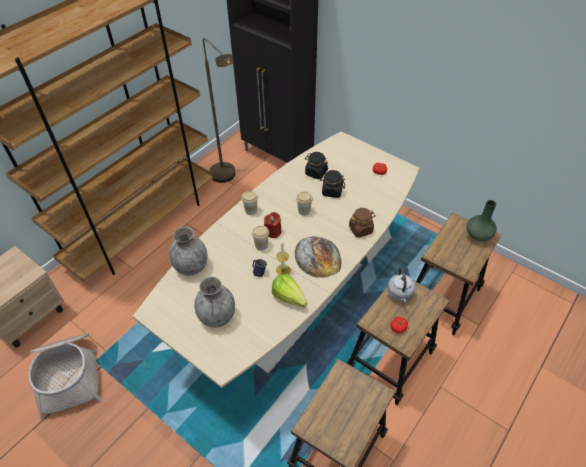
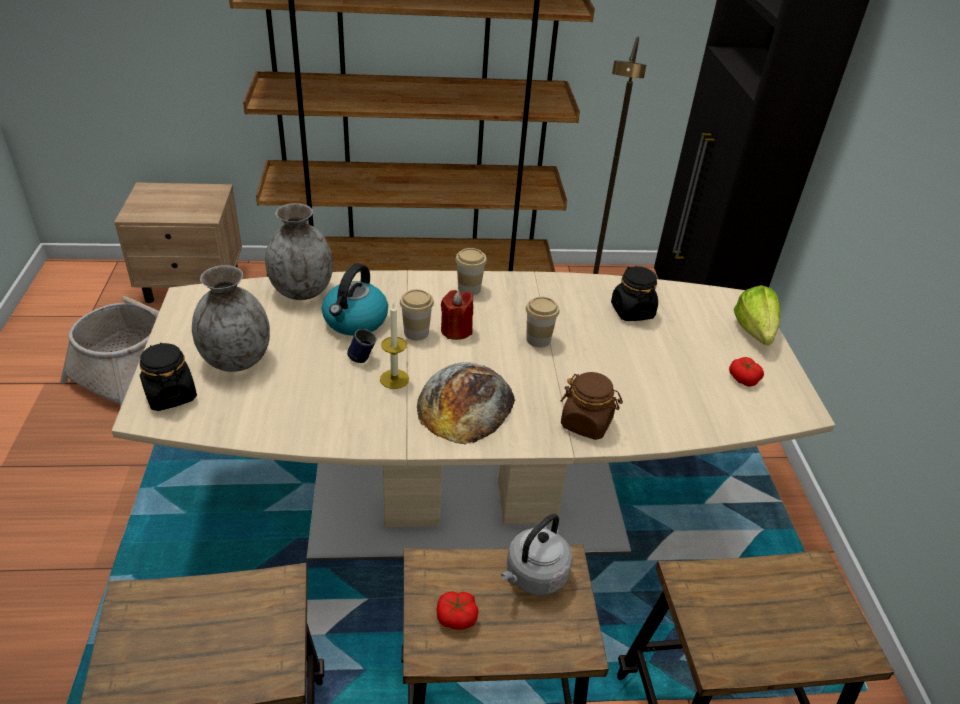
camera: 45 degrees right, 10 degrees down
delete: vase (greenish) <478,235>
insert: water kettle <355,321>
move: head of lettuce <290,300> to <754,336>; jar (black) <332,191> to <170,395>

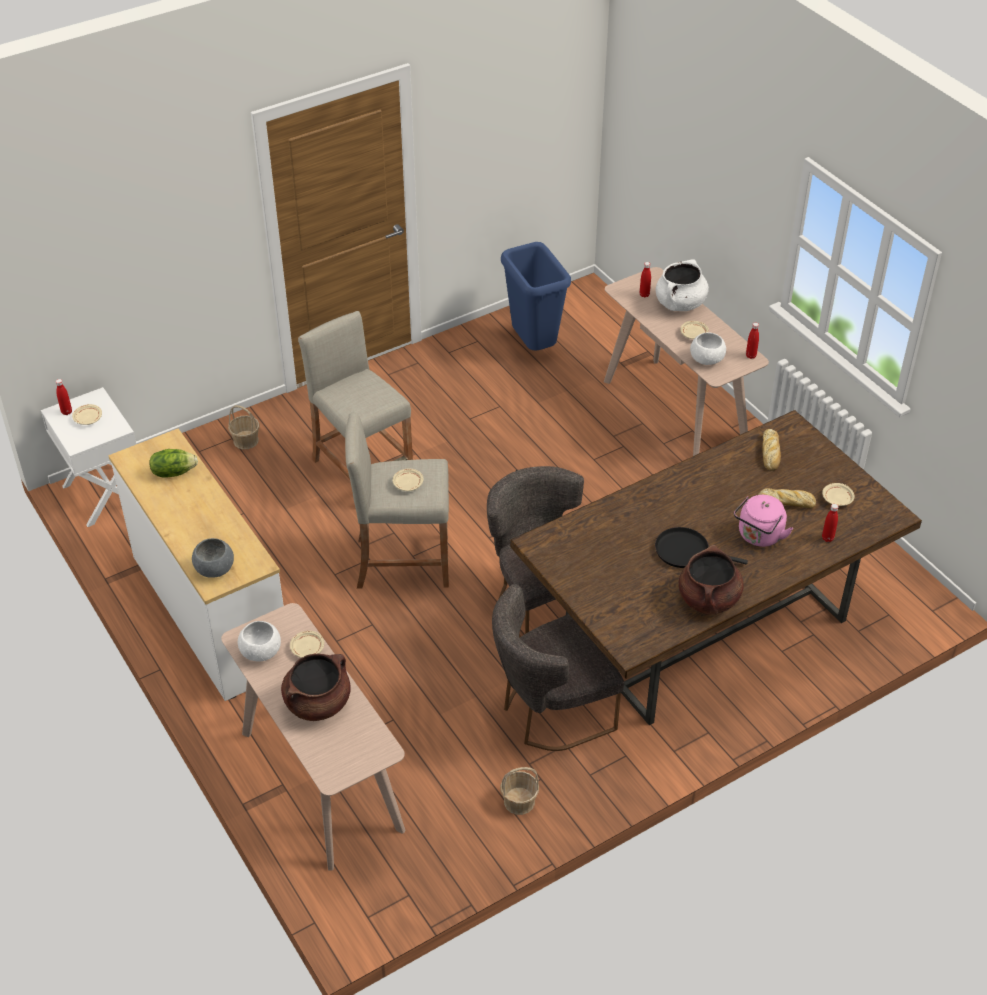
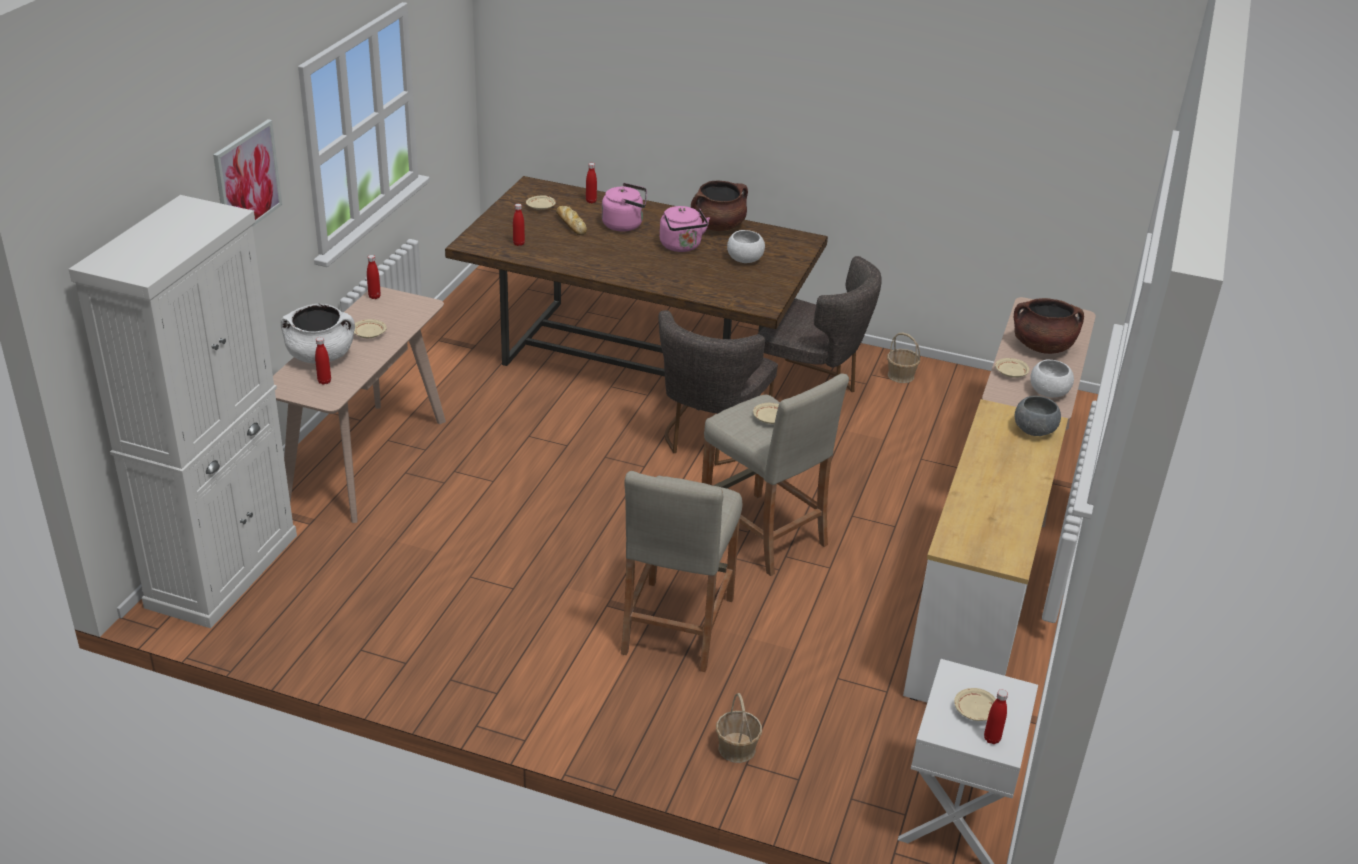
camera: 130 degrees left, 10 degrees down
delete: head of lettuce <173,472>; trash can (bluish) <535,347>
insert: storage cabinet (white) <223,570>; picture <247,180>
move: bowl (white) <707,359> to <744,259>
replace: skillet (black) <685,551> to water kettle (pinkish) <682,246>; bread <770,453> to beverage bottle (reddish) <519,244>

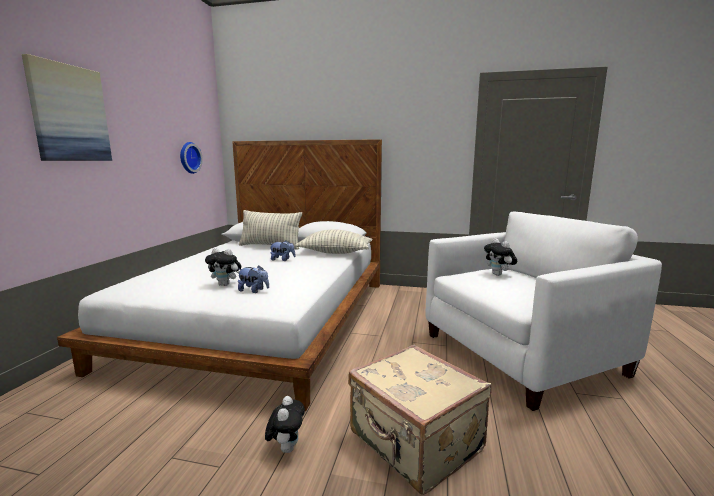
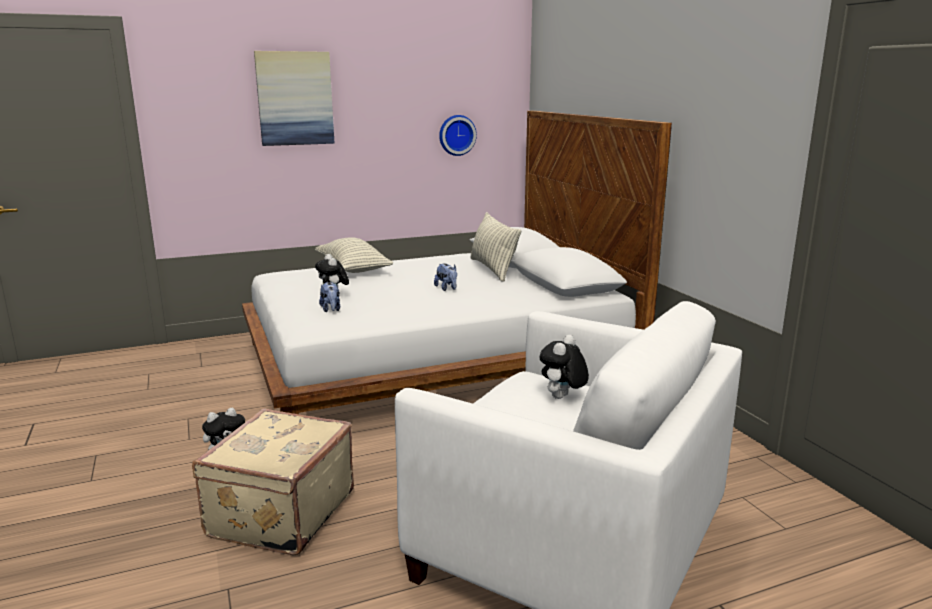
camera: 55 degrees right, 5 degrees up
move: cushion <335,252> to <353,269>

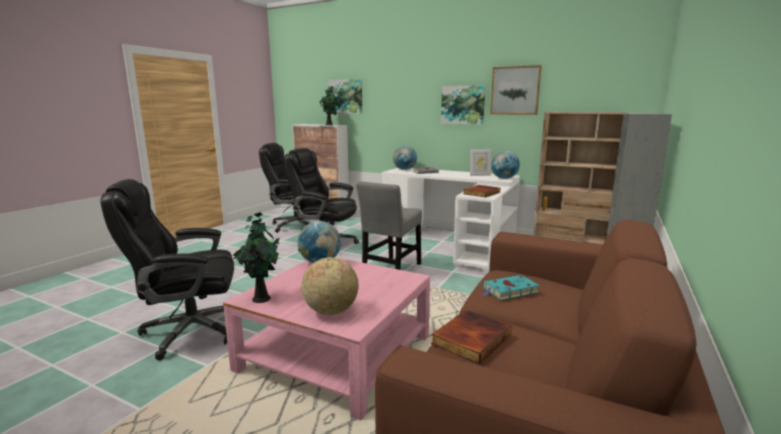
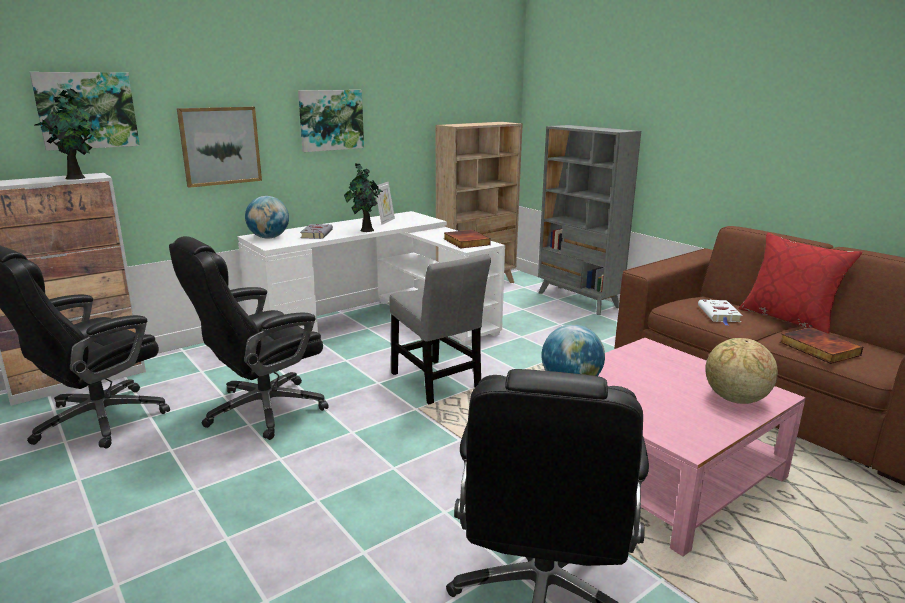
camera: 65 degrees left, 5 degrees up
delete: world globe <504,178>
insert: cushion (reddish) <788,319>
move: plant in a pot <261,298> to <365,230>; picture <515,90> to <220,146>
recolor: volume (blue-green) <509,291> to volume (white) <719,314>

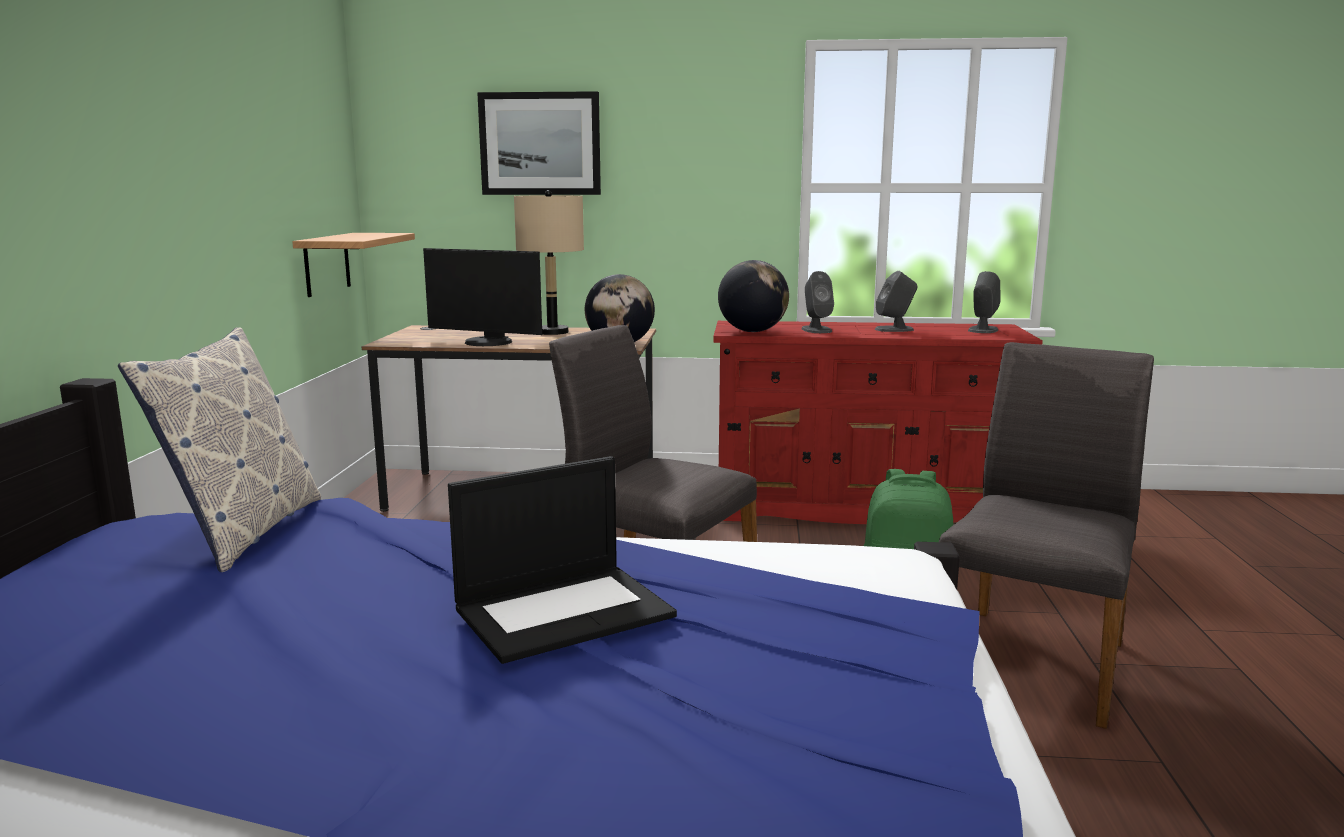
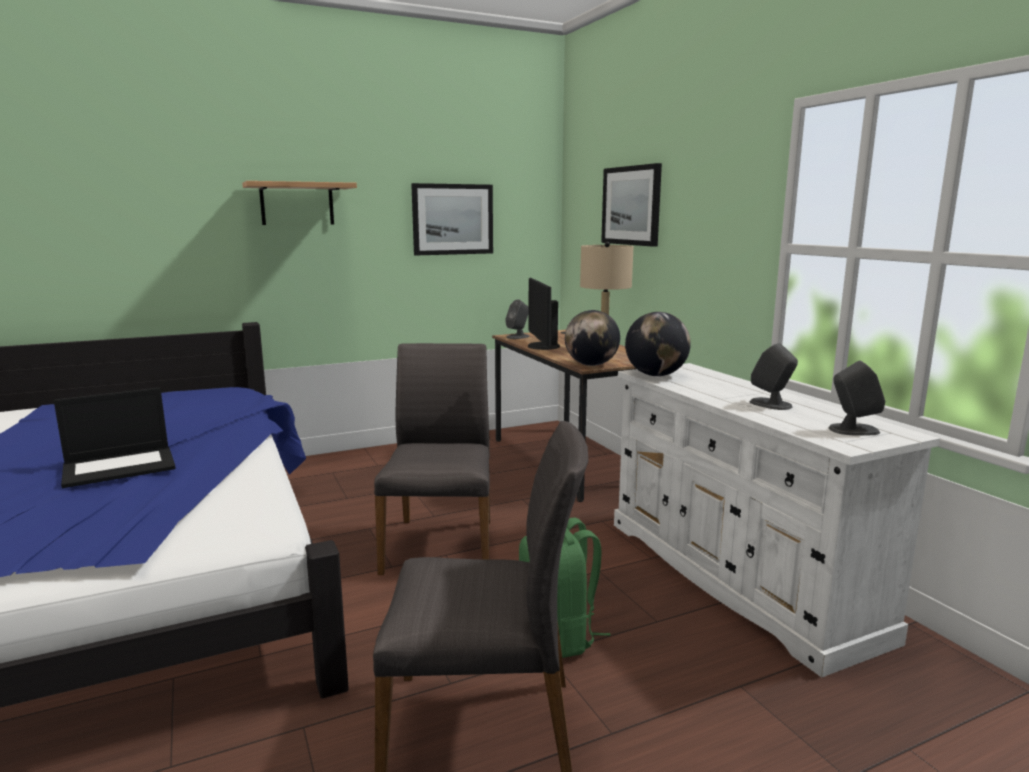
camera: 60 degrees right, 0 degrees up
delete: cushion <244,532>
insert: picture <452,219>
move: bracket shelf <327,264> to <297,204>; loudspeaker (gray) <816,330> to <518,337>
recolor: drawer chest (reddish) <862,508> to drawer chest (white) <737,576>
rotate: laptop <565,611> = <121,466> 60 degrees counterclockwise

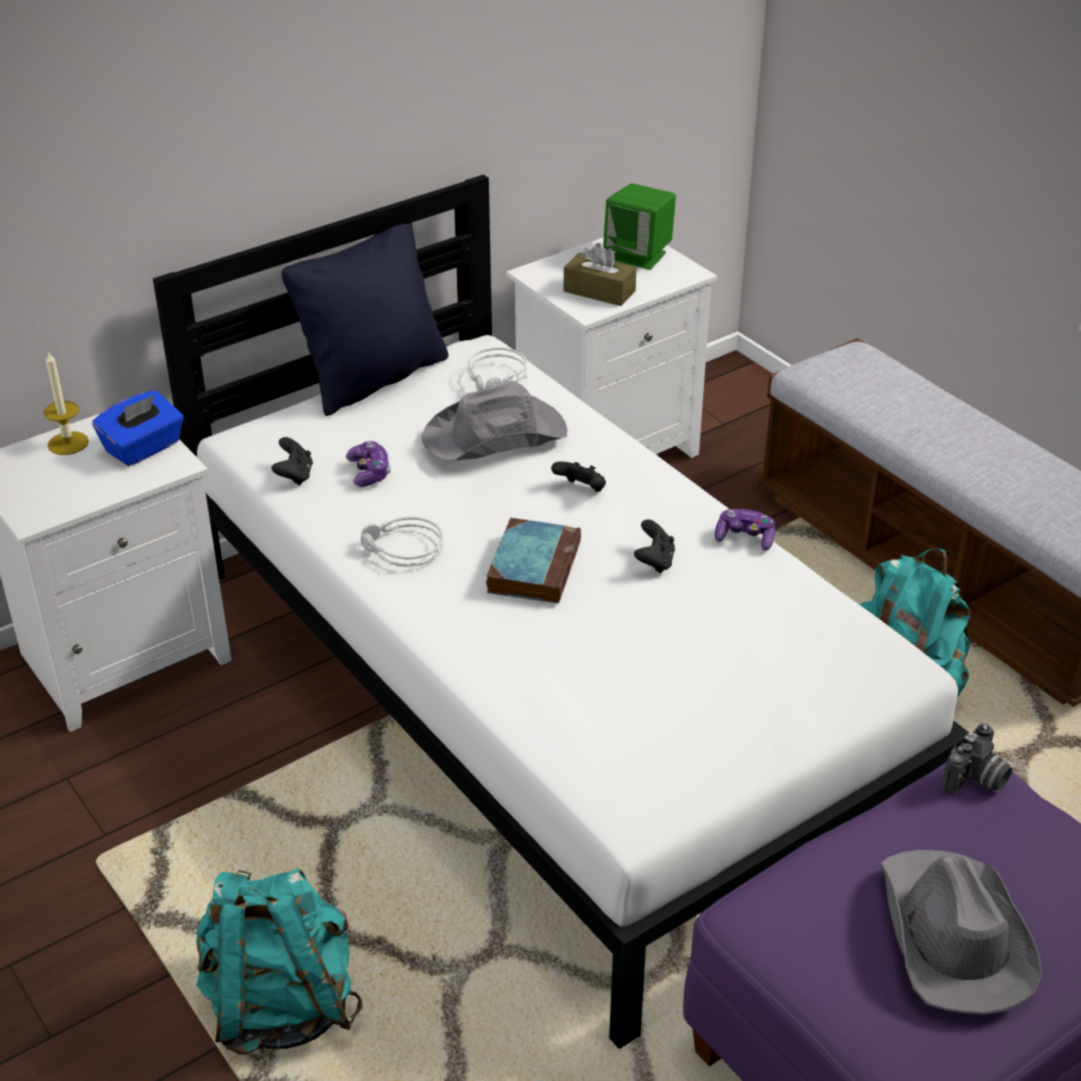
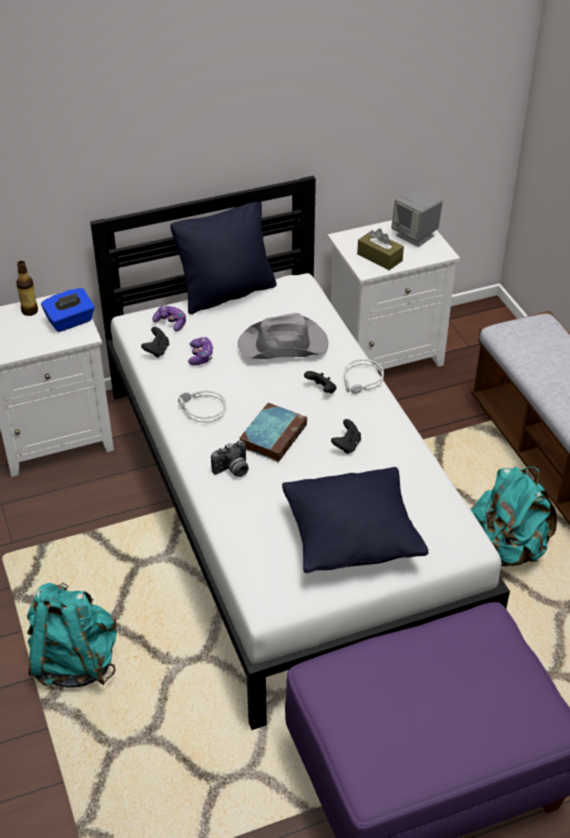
camera: 15 degrees right, 5 degrees up
delete: hat (gray) <952,934>
insert: cushion (black) <351,541>
move: headphones (gray) <497,377> to <362,381>; joypad <745,538> to <171,323>; photo camera <976,781> to <232,470>
replace: wax candle <68,443> to beverage bottle <30,311>
recolor: loudspeaker (greenish) <639,256> to loudspeaker (gray) <415,236>

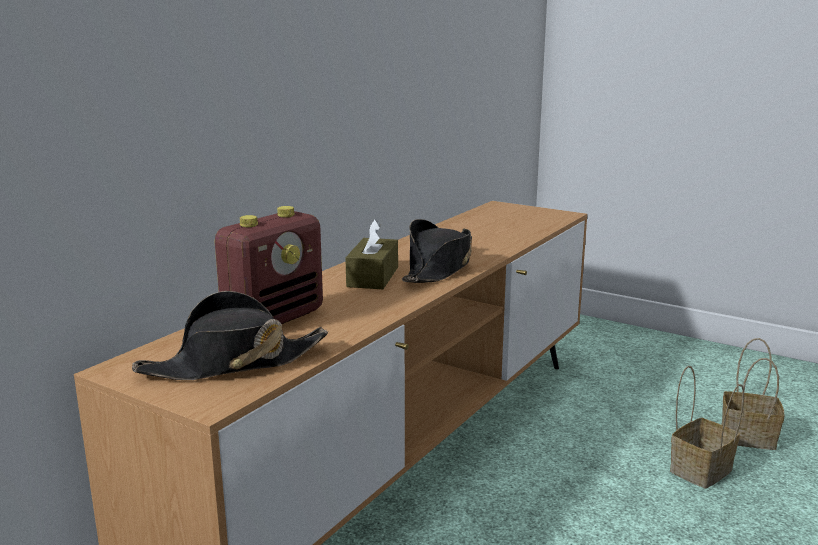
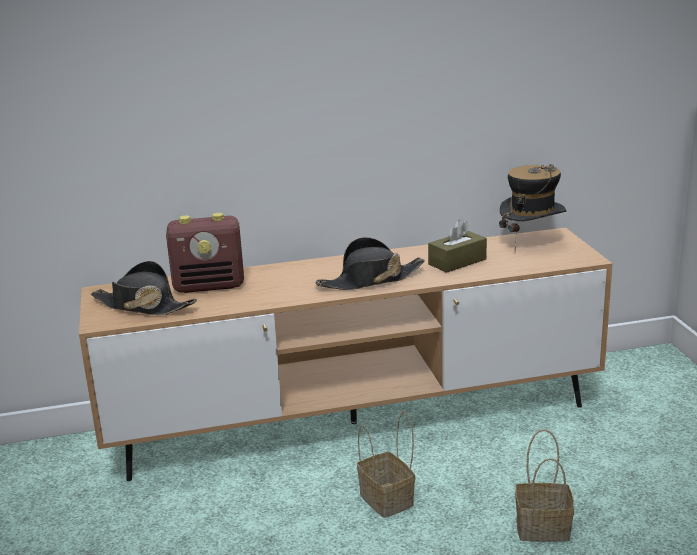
camera: 45 degrees right, 5 degrees up
insert: hat <531,242>
move: tissue holder (brown-coloured) <373,277> to <457,262>; household basket <749,437> to <388,500>

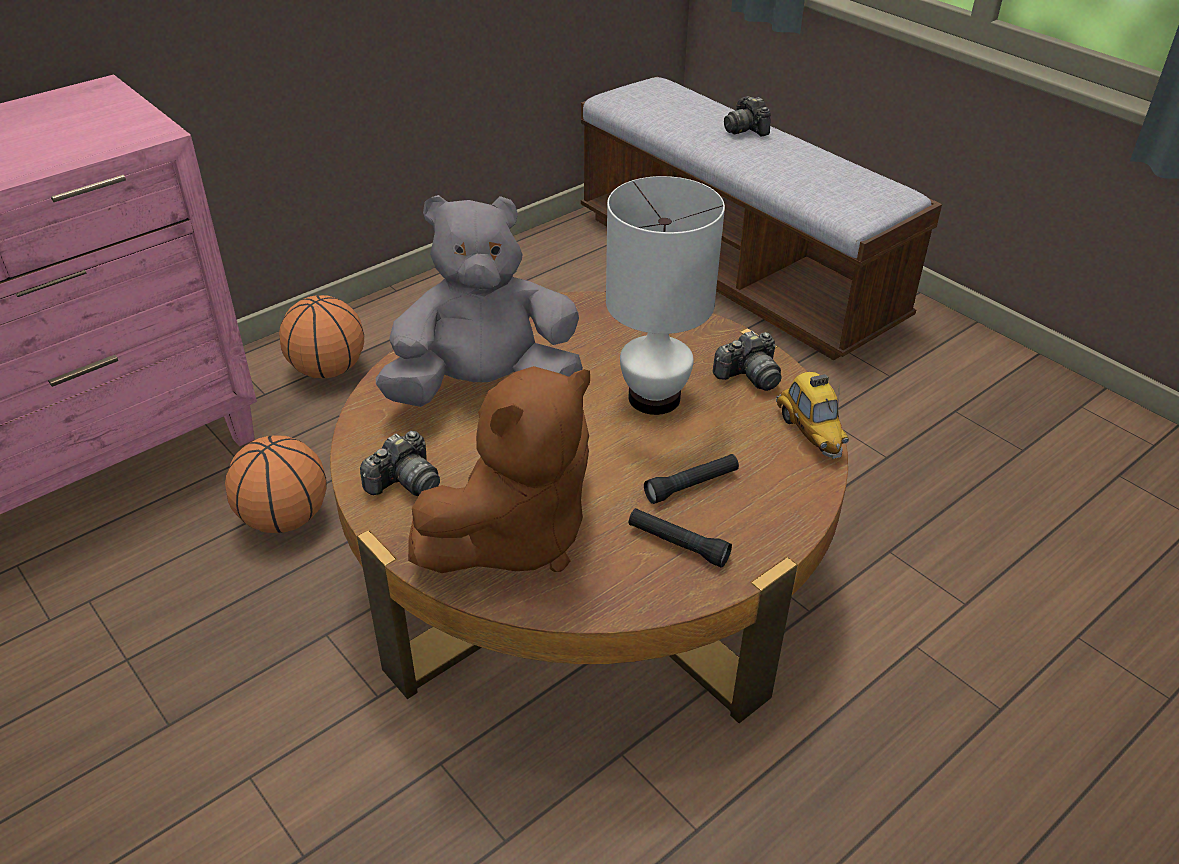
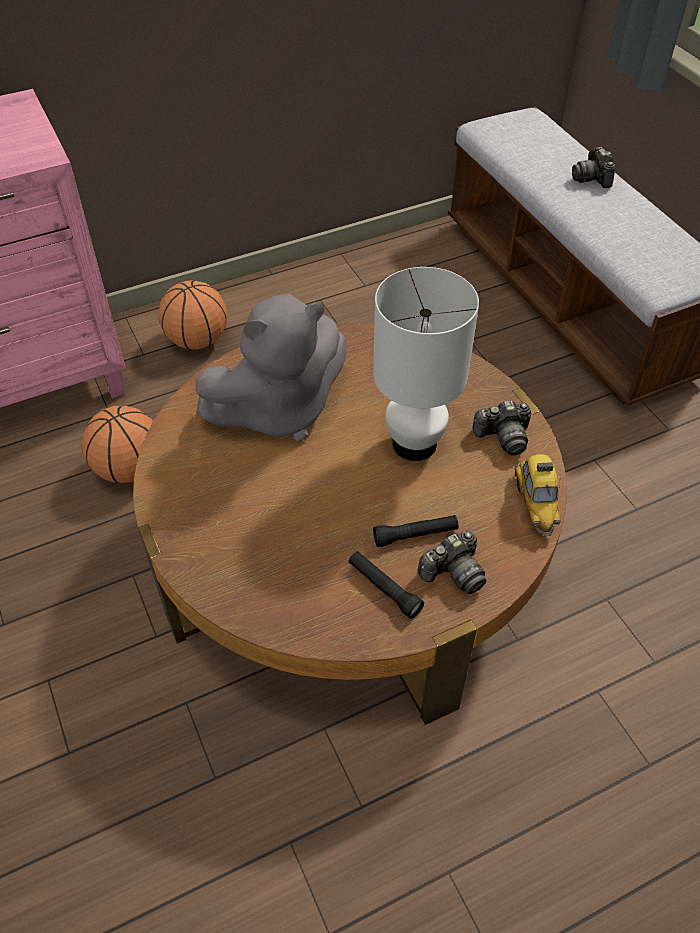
camera: 15 degrees right, 10 degrees up
delete: soft toy (brown-coloured) <514,536>
move: photo camera <405,482> to <453,572>
rotate: soft toy (gray) <485,390> = <279,410> 150 degrees clockwise

